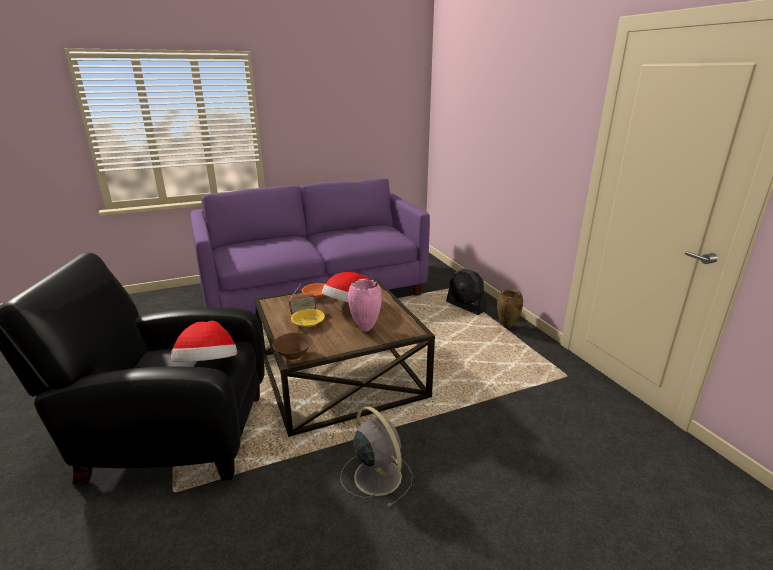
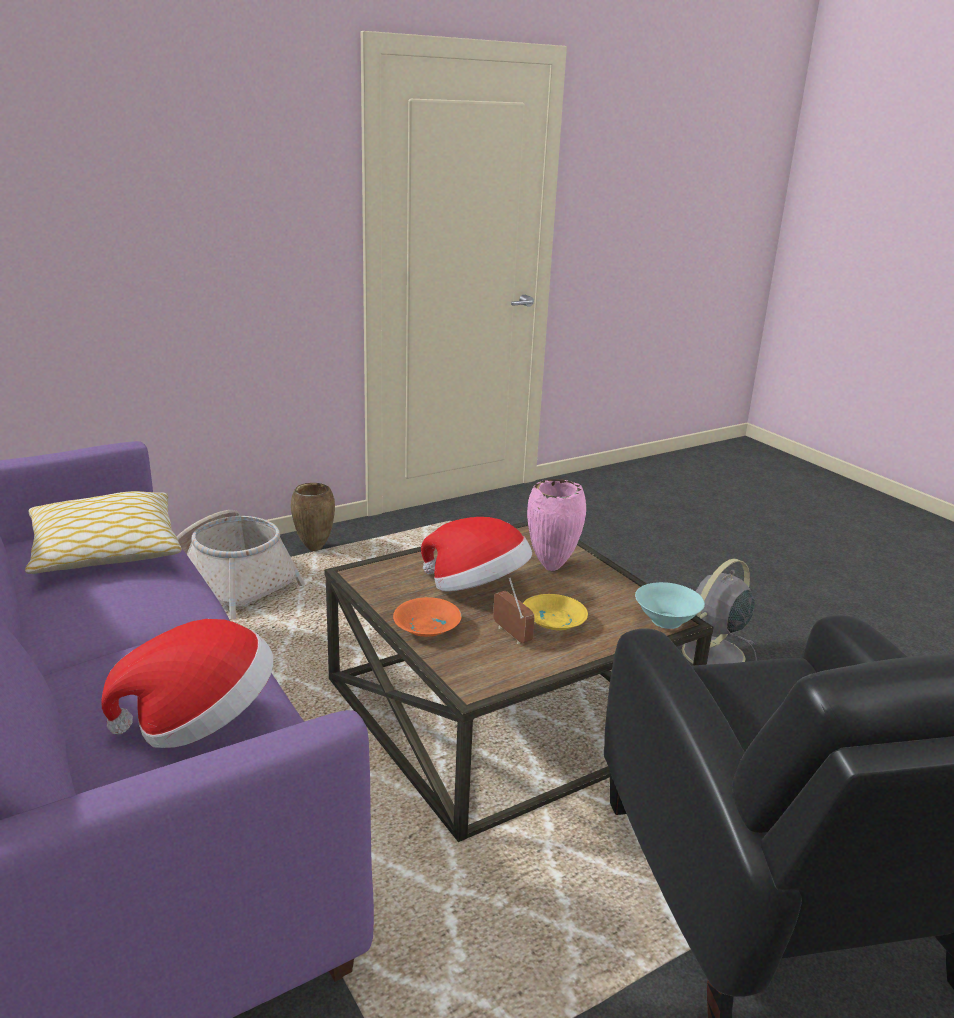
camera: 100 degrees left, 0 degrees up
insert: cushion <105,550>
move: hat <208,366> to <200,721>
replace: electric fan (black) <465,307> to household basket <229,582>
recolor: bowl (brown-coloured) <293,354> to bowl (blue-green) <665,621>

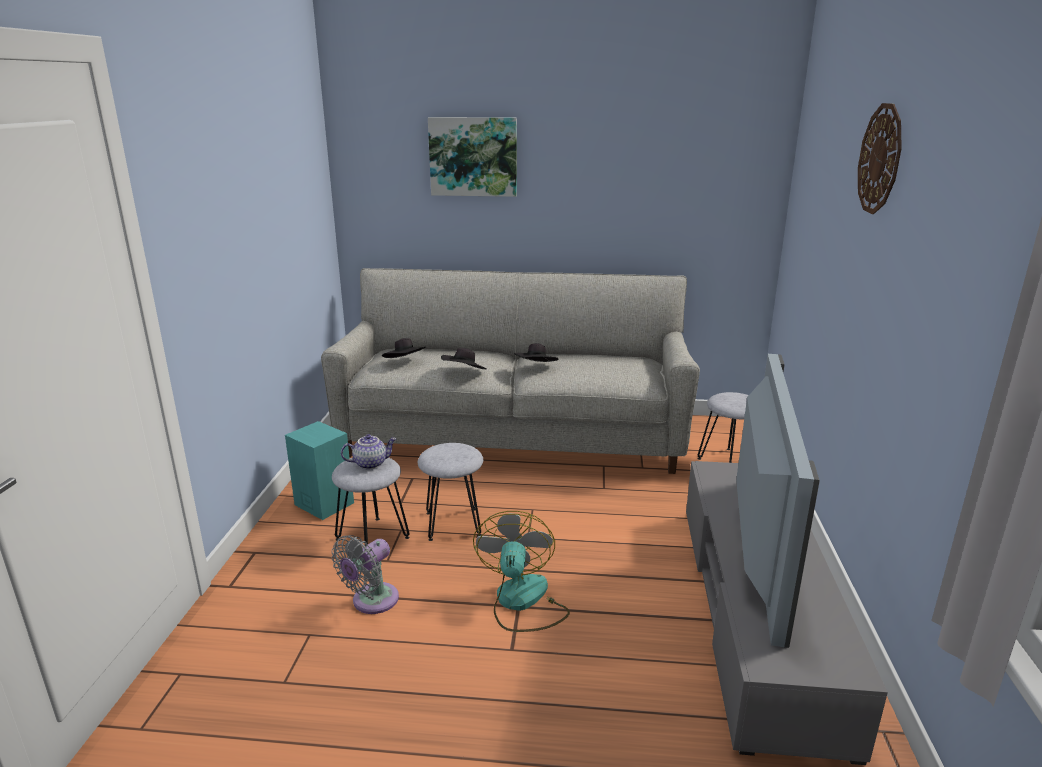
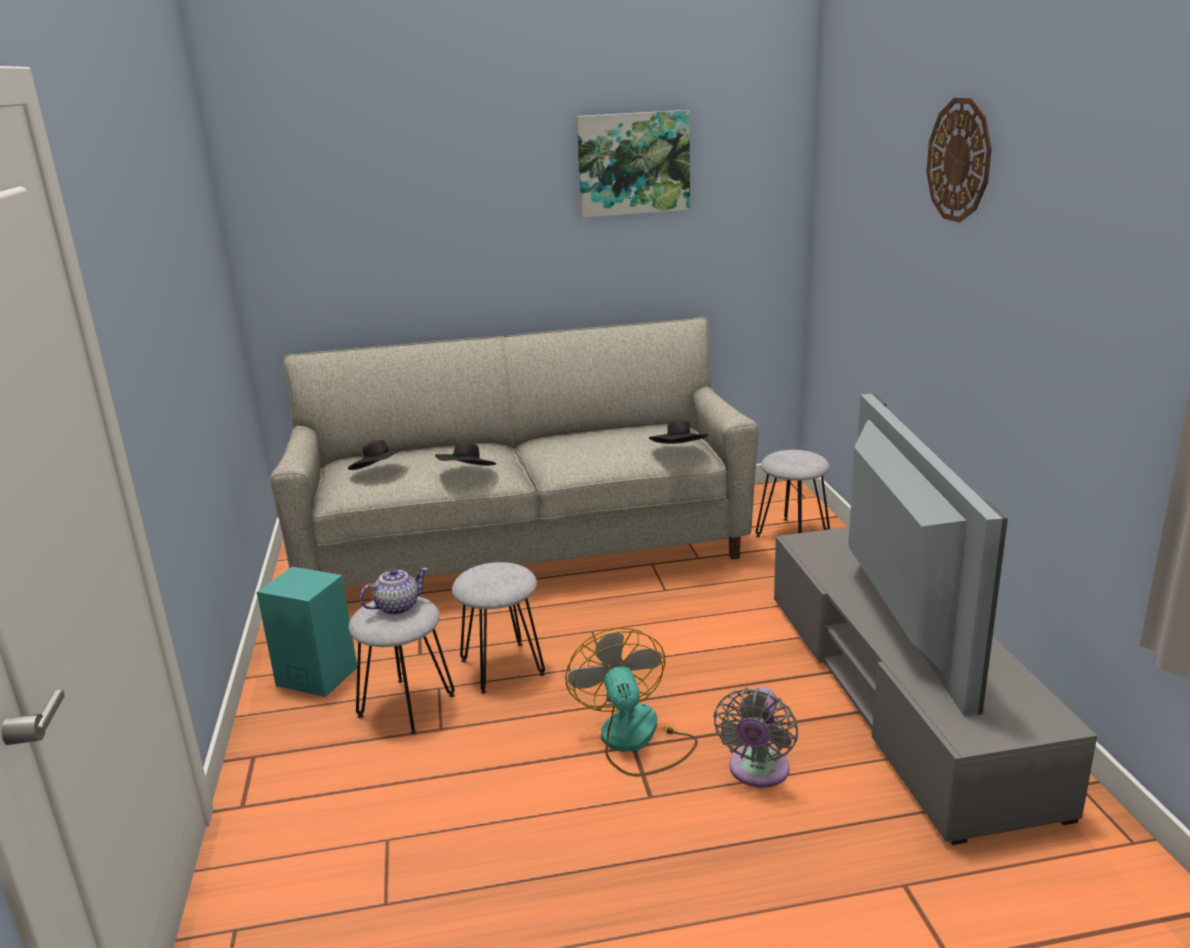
camera: 15 degrees left, 0 degrees up
move: electric fan (gray) <371,601> to <757,772>; picture <473,157> to <633,163>; hat (black) <536,368> to <679,452>

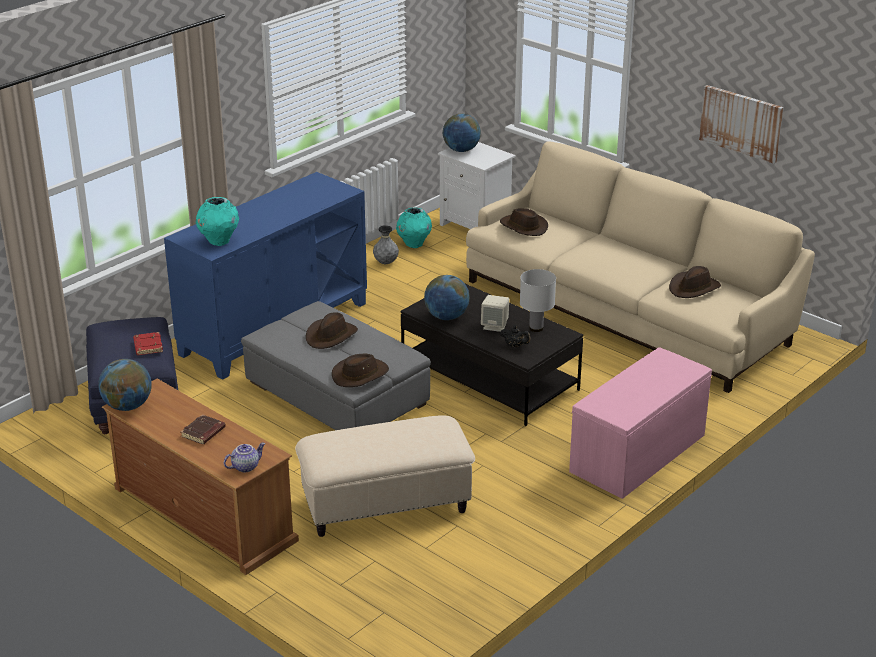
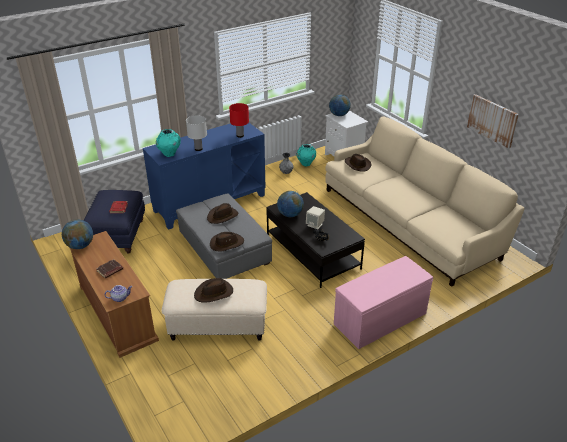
camera: 15 degrees right, 5 degrees up
insert: table lamp (reddish) <240,135>
move: table lamp (white) <536,328> to <198,149>; hat (brown-coloured) <694,288> to <214,293>

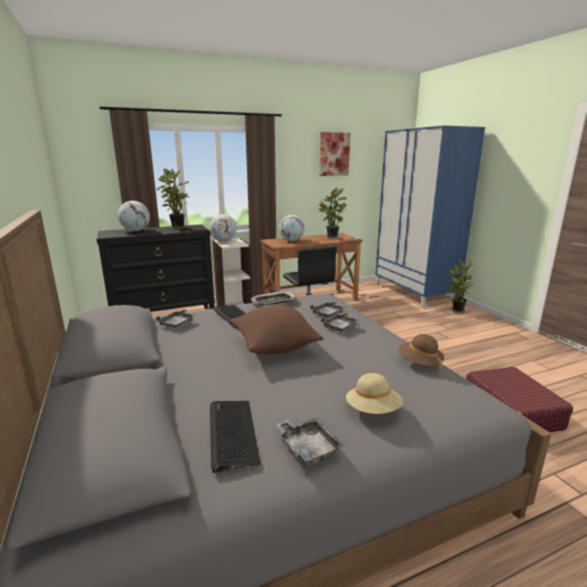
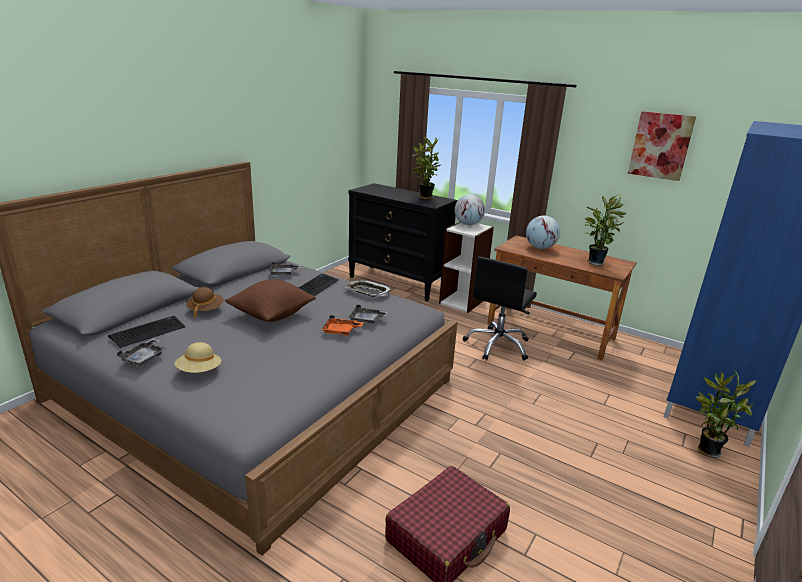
camera: 55 degrees right, 5 degrees up
delete: world globe <136,230>
move: hat (brown-coloured) <419,363> to <206,310>
recolor: carrying tray (gray) <341,327> to carrying tray (orange-coloured) <341,331>

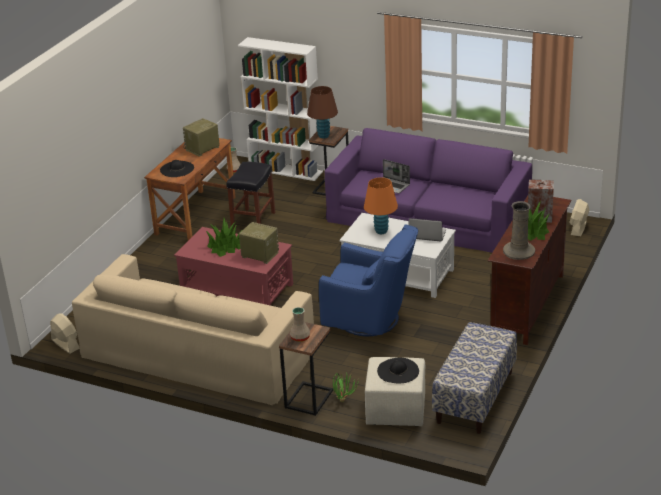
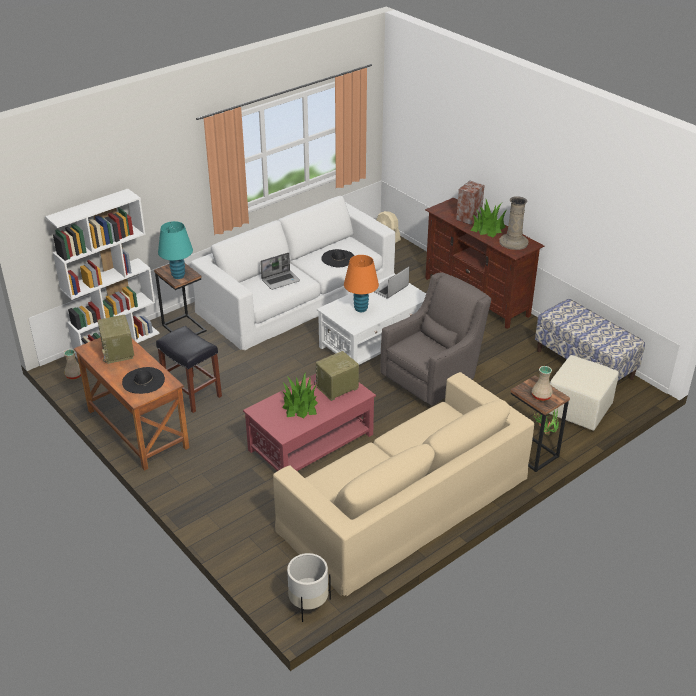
camera: 65 degrees left, 5 degrees up
move: hat (black) <398,371> to <338,258>
replace: electric fan (sand-coloured) <65,344> to planter (white) <308,604>
recolor: table lamp (brown-coloured) <323,136> to table lamp (blue-green) <178,276>; lounge chair (bluish) <371,319> to lounge chair (gray) <433,379>; couch (purplish) <428,217> to couch (white) <297,295>

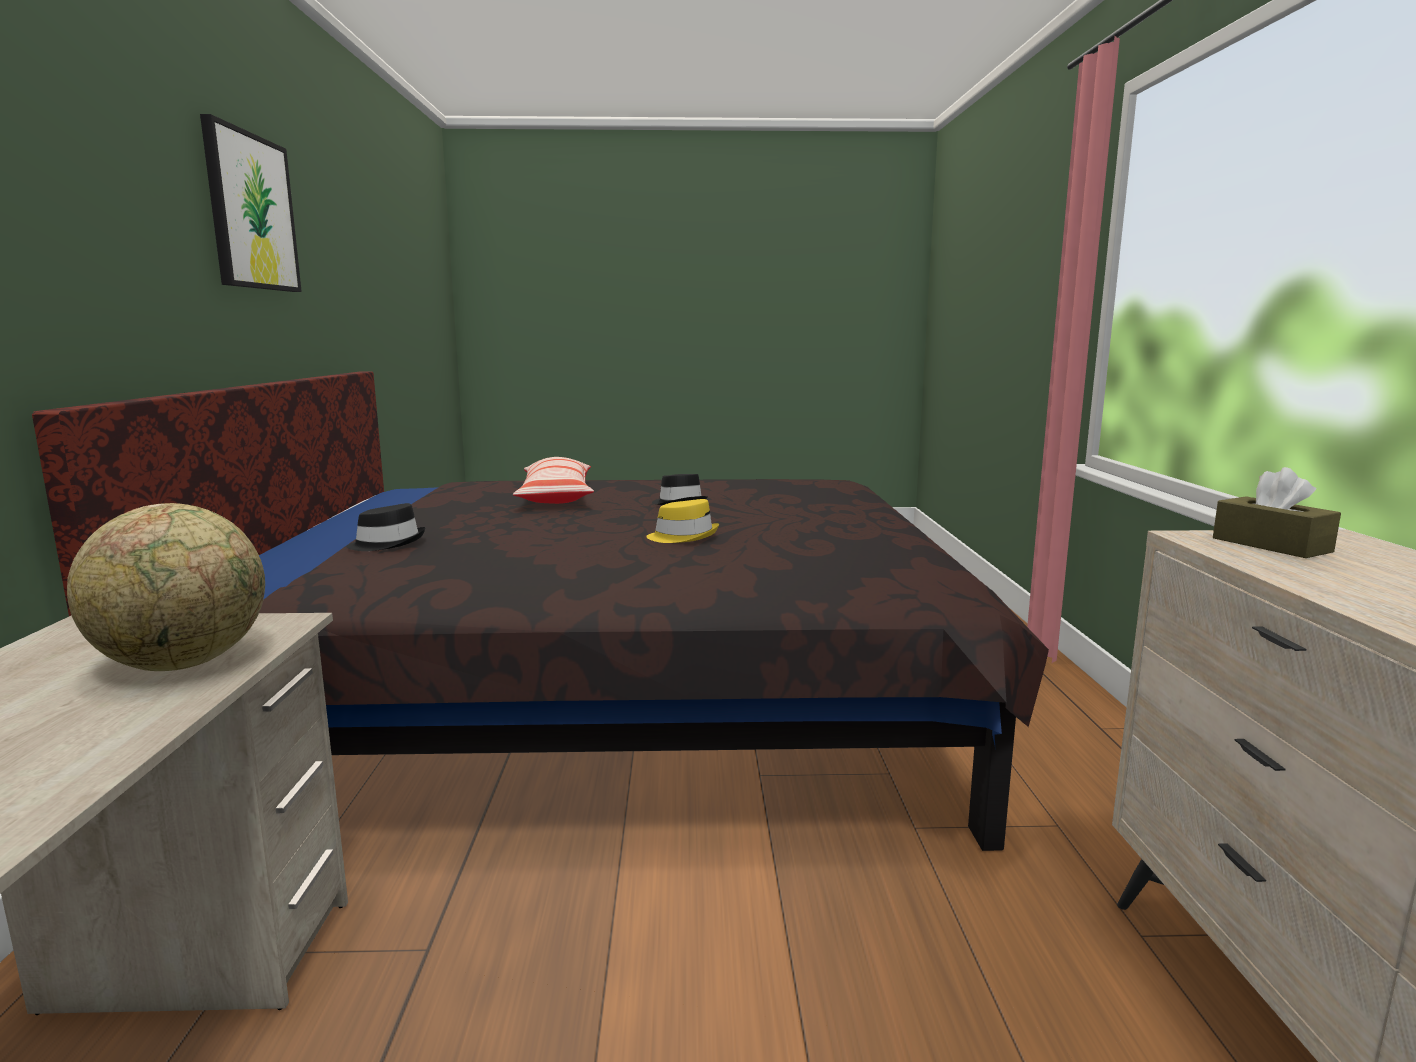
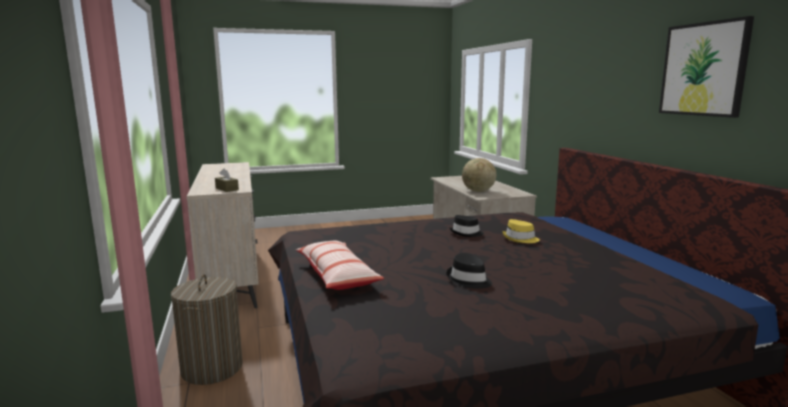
camera: 165 degrees right, 0 degrees up
insert: hamper <212,368>
move: hat (black) <388,543> to <466,233>; cushion <556,497> to <337,275>; hat (yellow) <683,536> to <520,239>

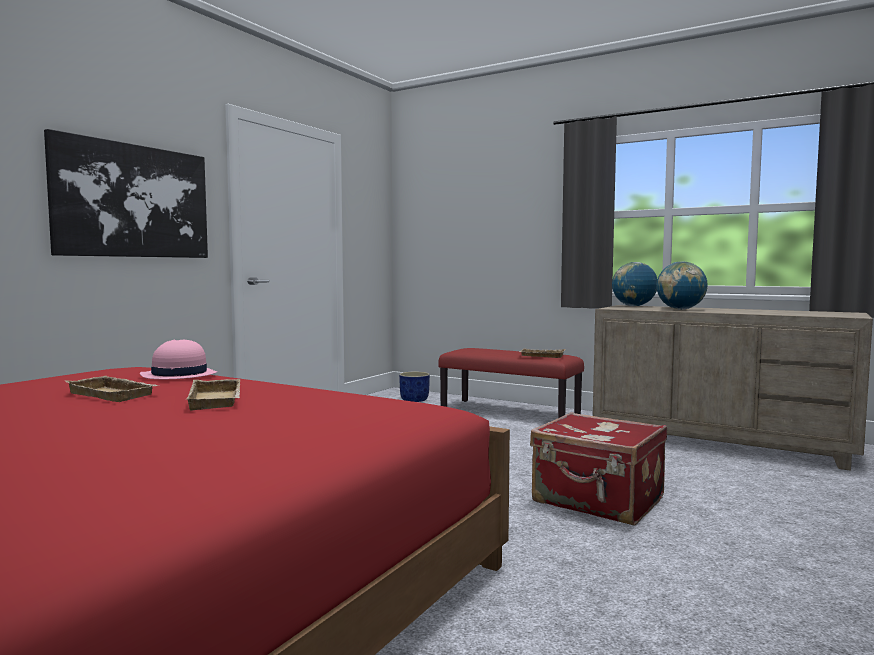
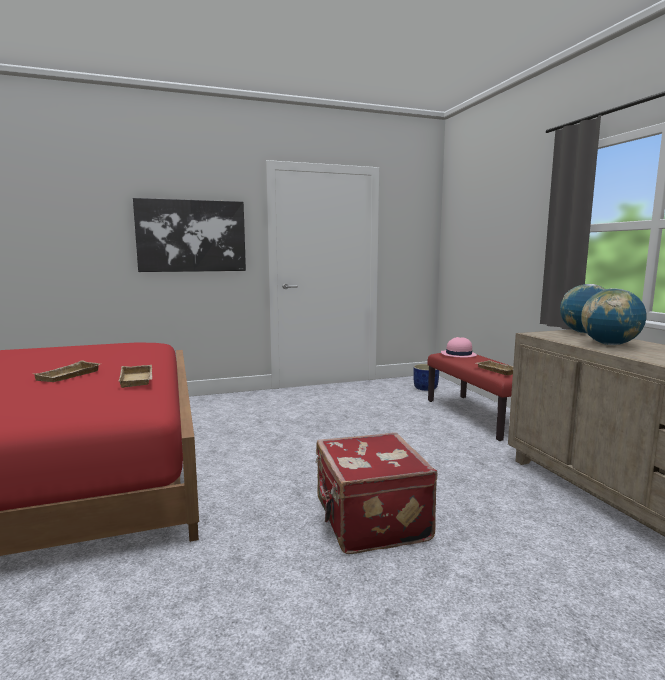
camera: 40 degrees right, 5 degrees up
move: carrying tray (sand-coloured) <115,394> to <138,380>; hat (pinkish) <178,375> to <458,354>

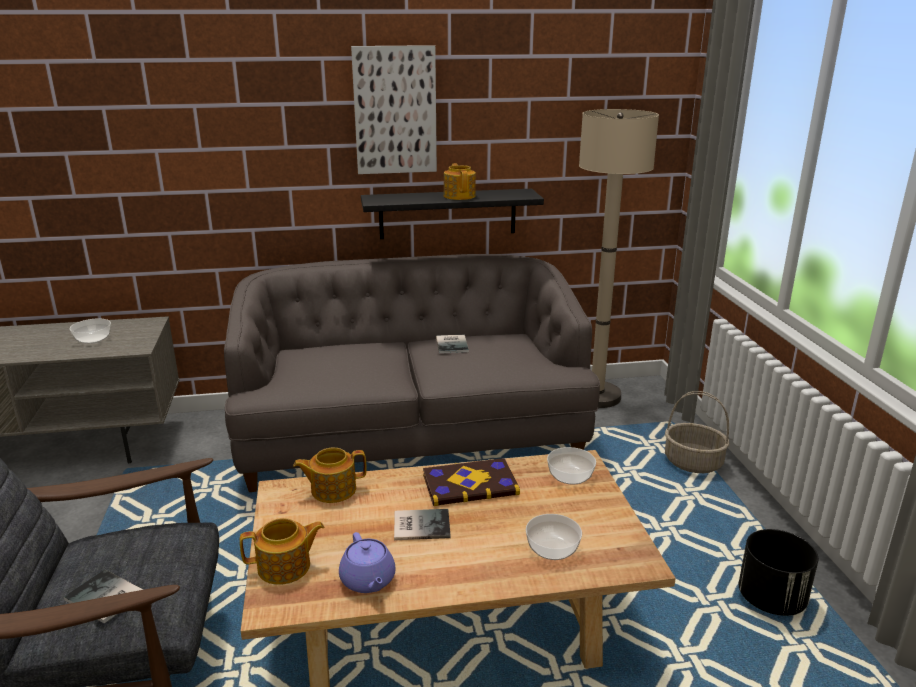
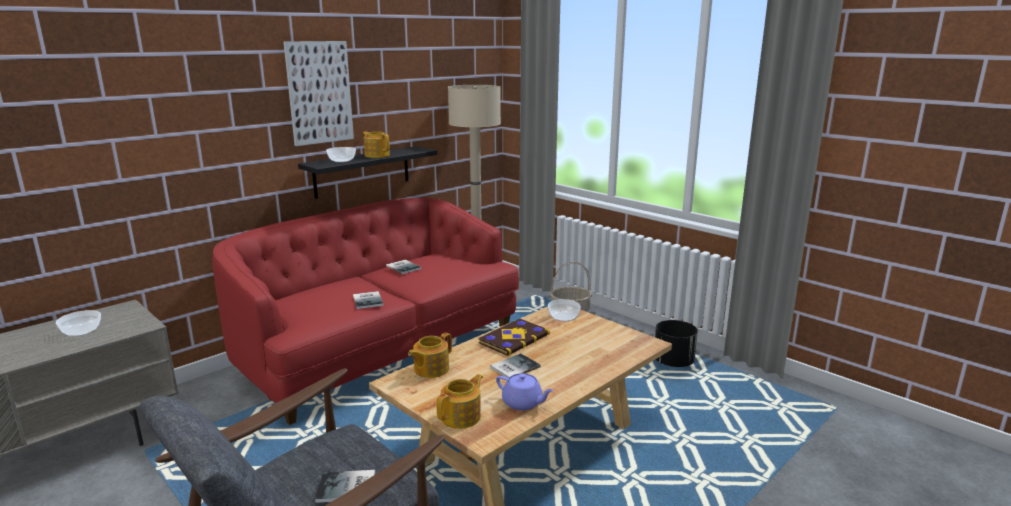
camera: 35 degrees left, 5 degrees down
insert: volume <369,300>
move: bowl <553,548> to <342,160>
recolor: couch (gray) <412,437> to couch (reddish) <379,351>

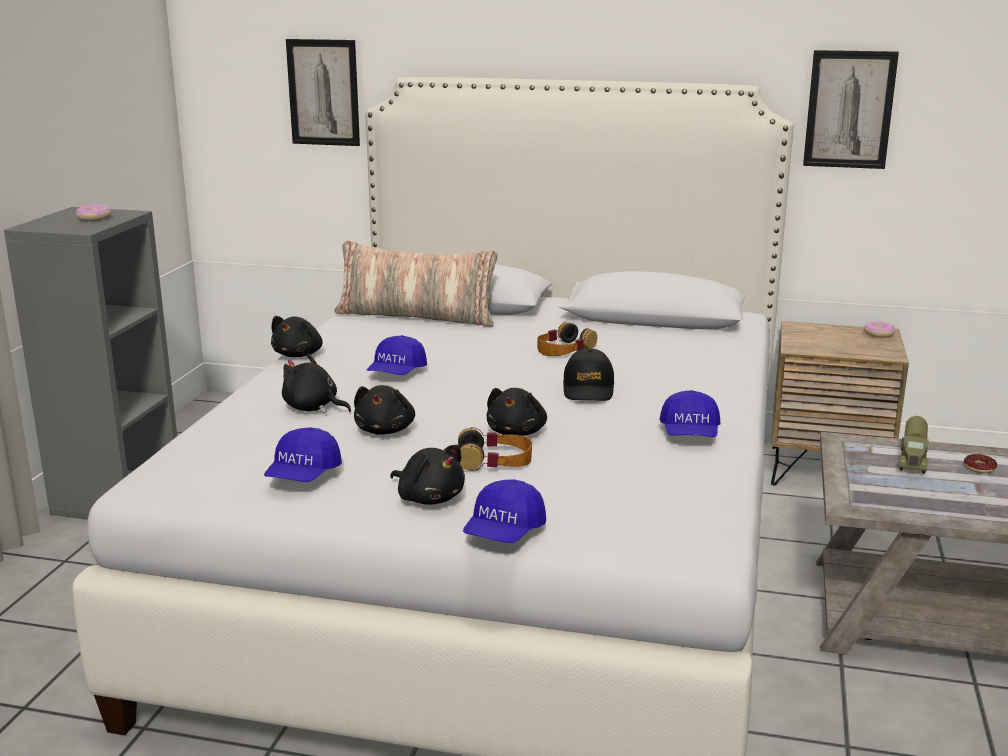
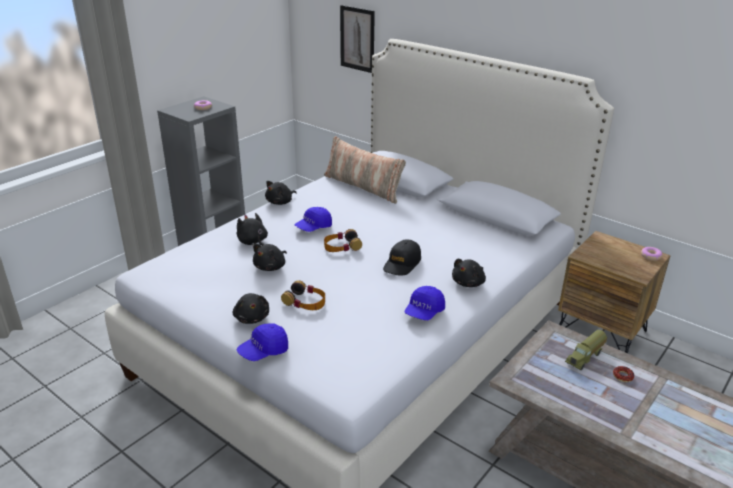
camera: 25 degrees right, 10 degrees up
delete: baseball cap (bluish) <303,475>; picture <849,109>
move: soft toy (black) <517,432> to <469,283>; headphones <564,349> to <342,246>

